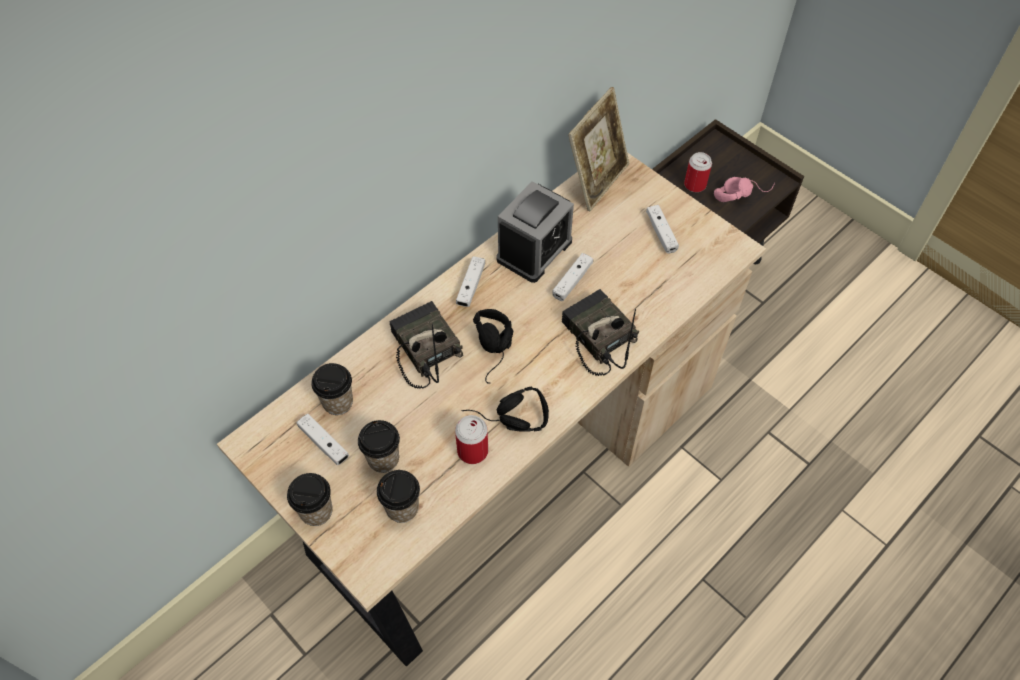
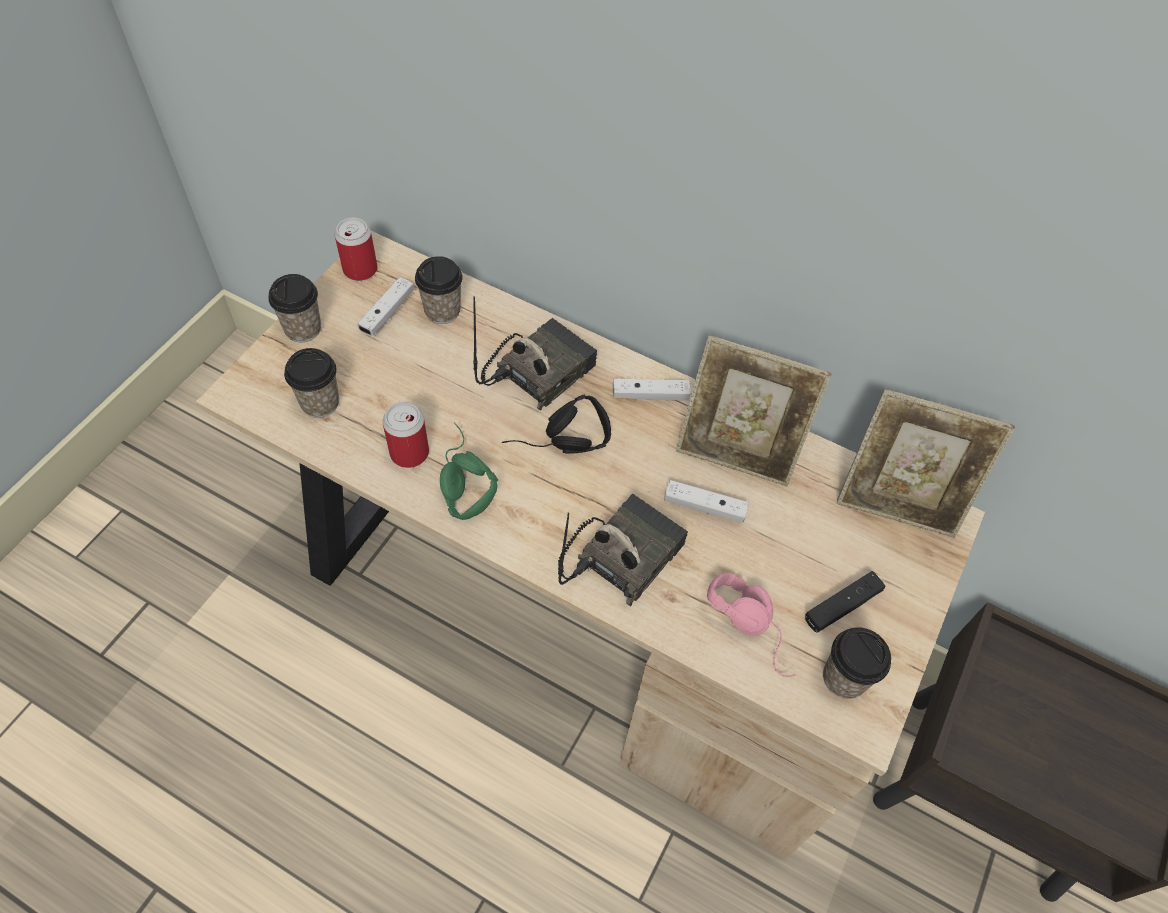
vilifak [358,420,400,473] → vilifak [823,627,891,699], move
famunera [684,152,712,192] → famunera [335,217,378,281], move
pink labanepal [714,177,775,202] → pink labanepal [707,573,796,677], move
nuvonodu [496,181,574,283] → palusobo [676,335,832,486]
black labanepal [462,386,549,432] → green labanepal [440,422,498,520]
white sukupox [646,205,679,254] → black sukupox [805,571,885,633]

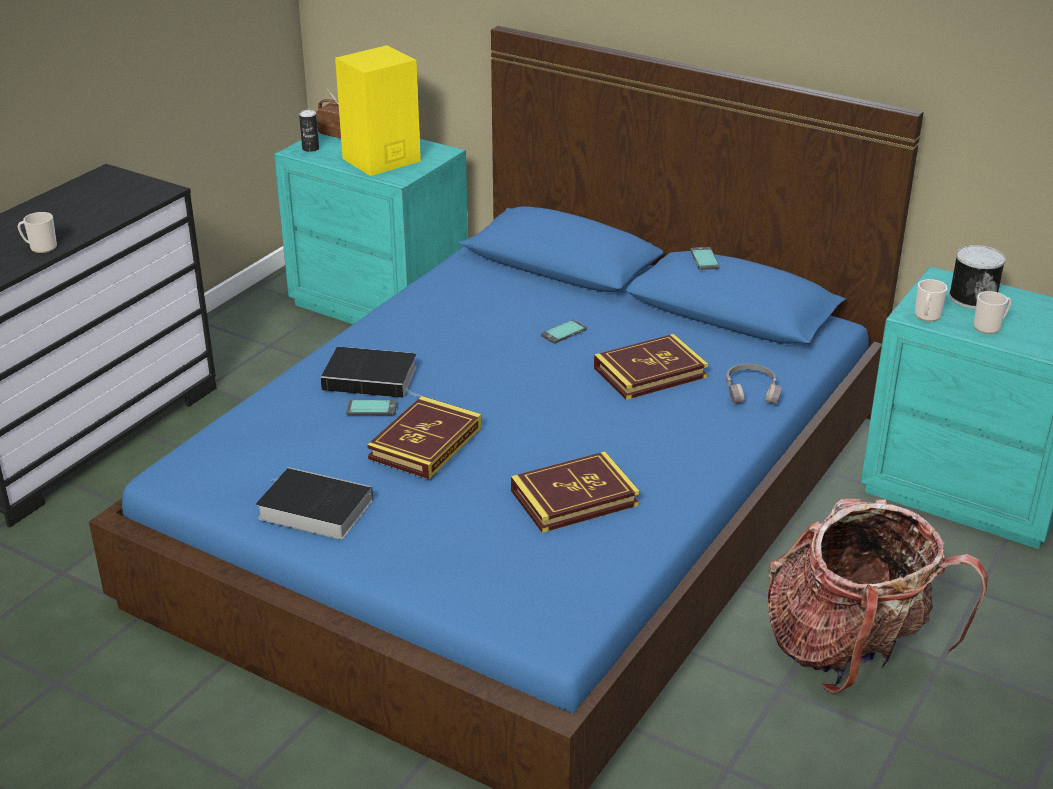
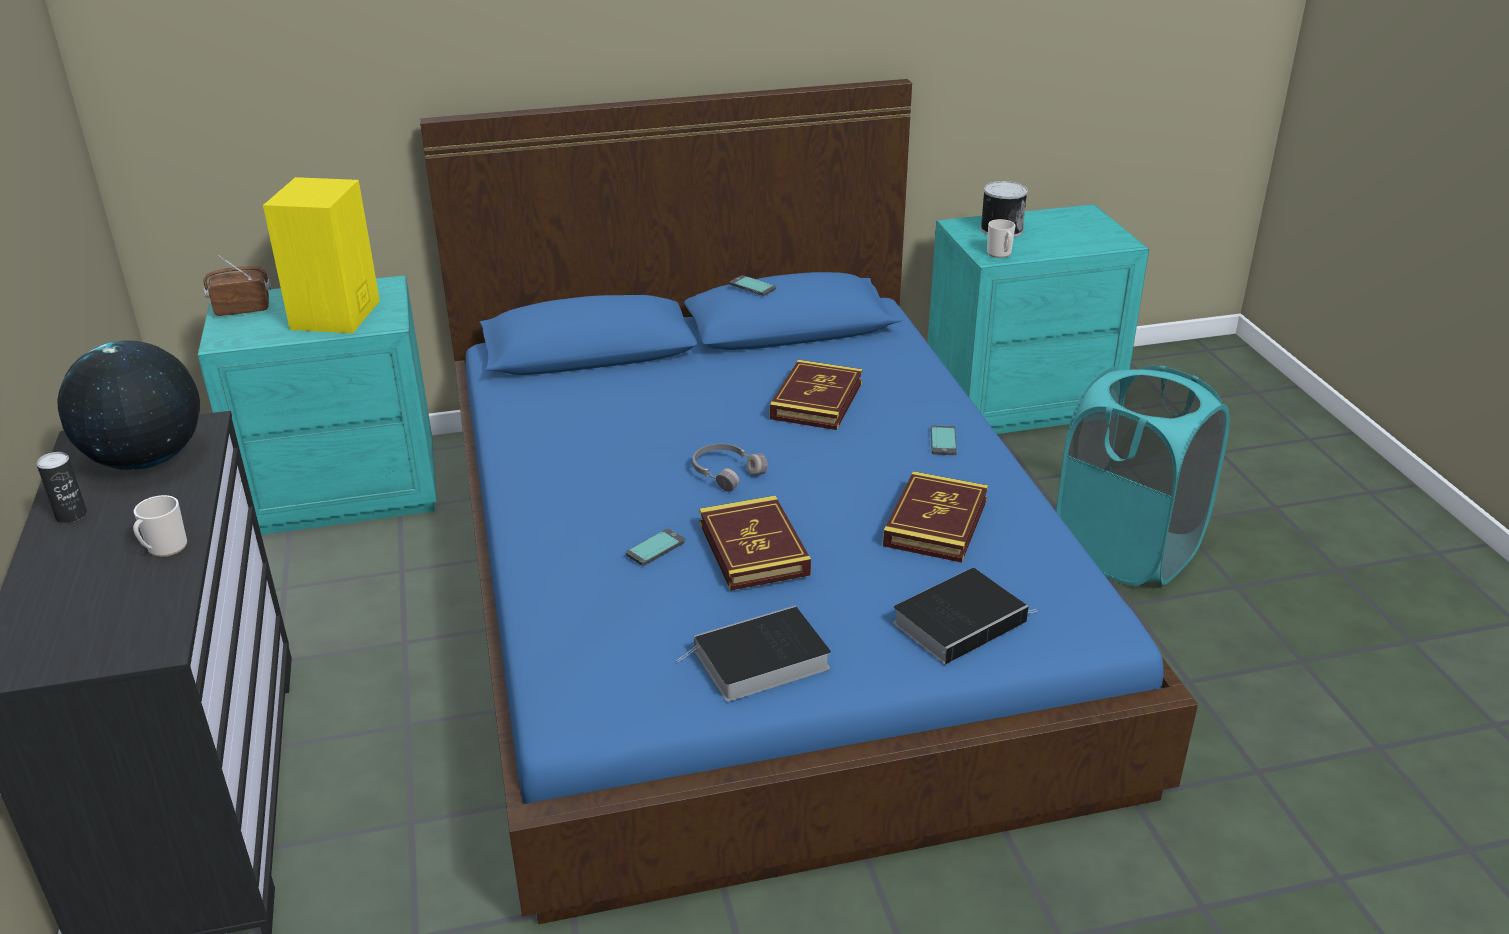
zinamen [974,291,1011,334] → -
- → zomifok [58,340,200,470]
famunera [299,110,319,152] → famunera [37,452,87,523], move
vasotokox [321,347,421,398] → vasotokox [893,568,1037,665], move
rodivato [541,320,587,344] → rodivato [931,425,957,455], move
grey labanepal [726,364,782,404] → grey labanepal [692,443,768,492], move
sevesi [767,498,988,694] → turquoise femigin [1056,366,1229,586]

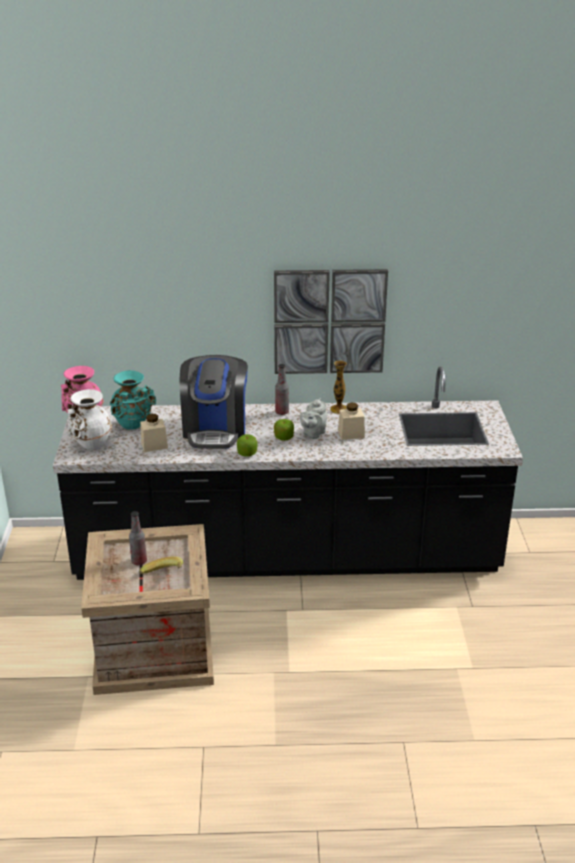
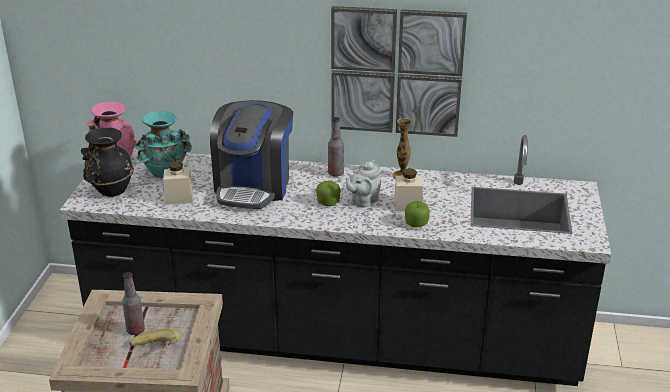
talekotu [237,434,257,457] → talekotu [405,201,430,228], move
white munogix [67,389,112,450] → black munogix [81,128,134,197]

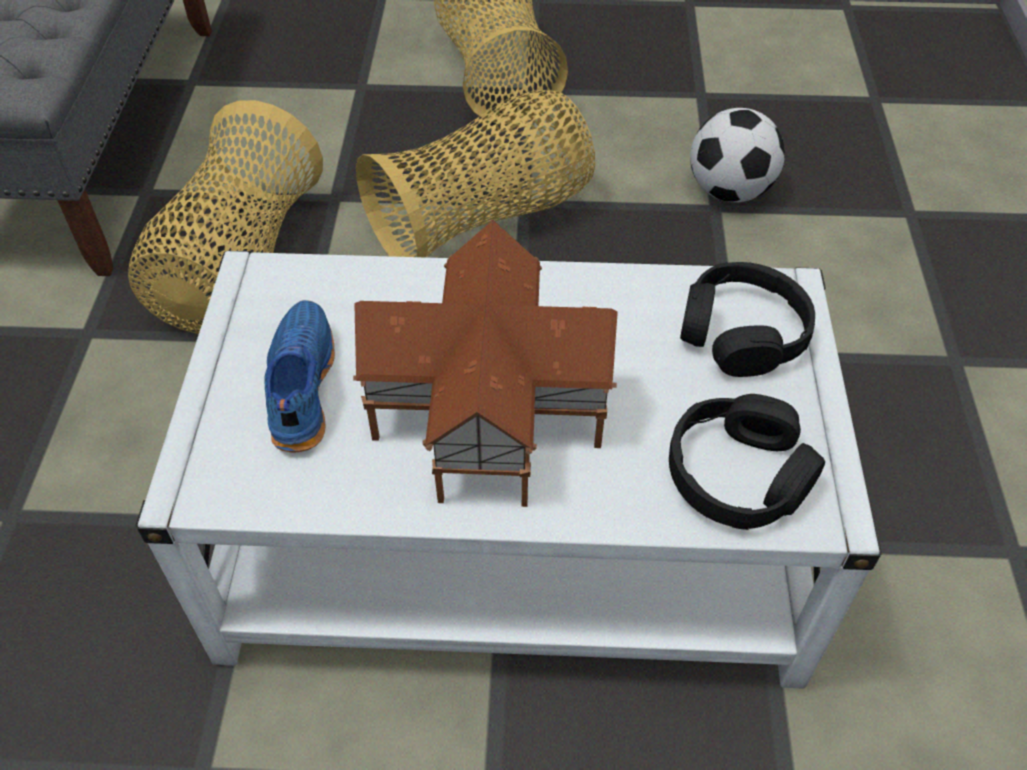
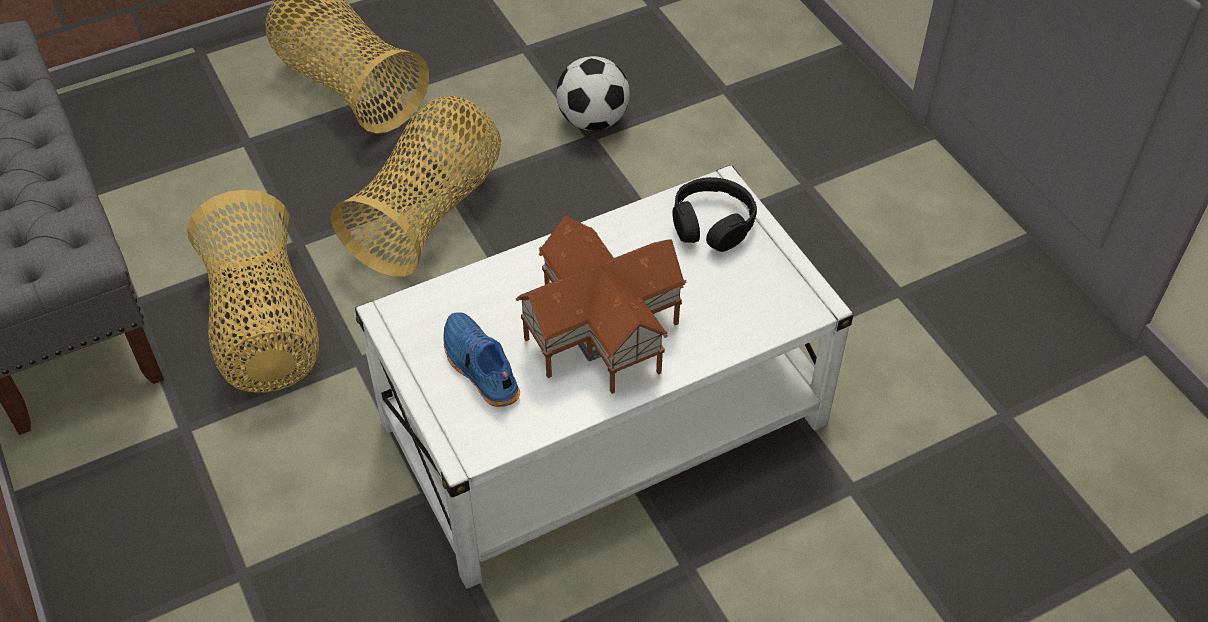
black labanepal [669,394,825,530] → -

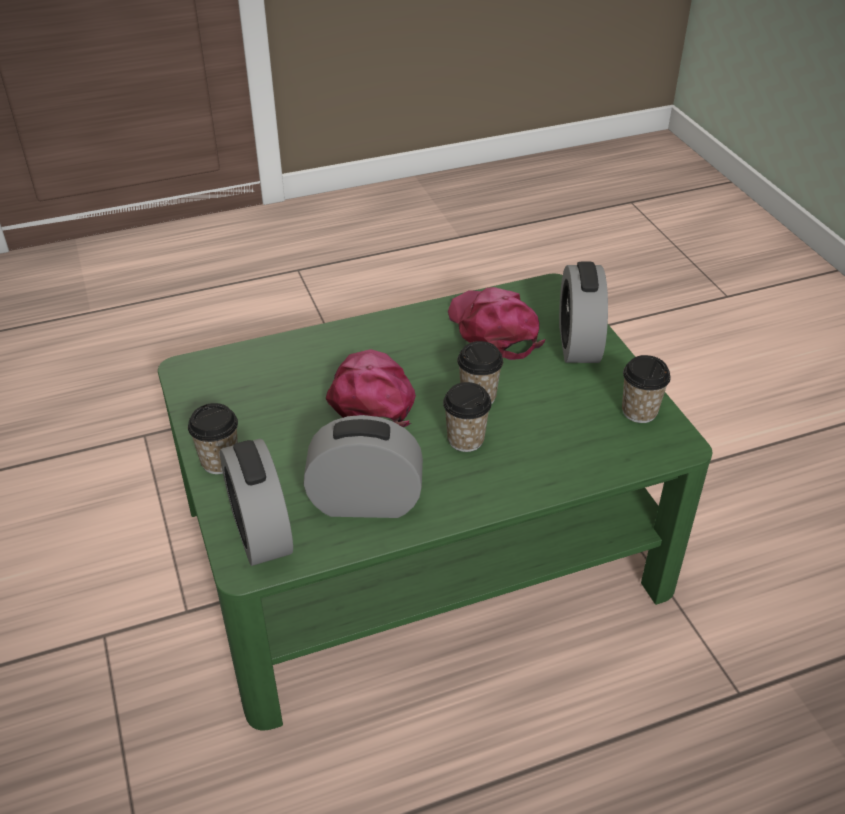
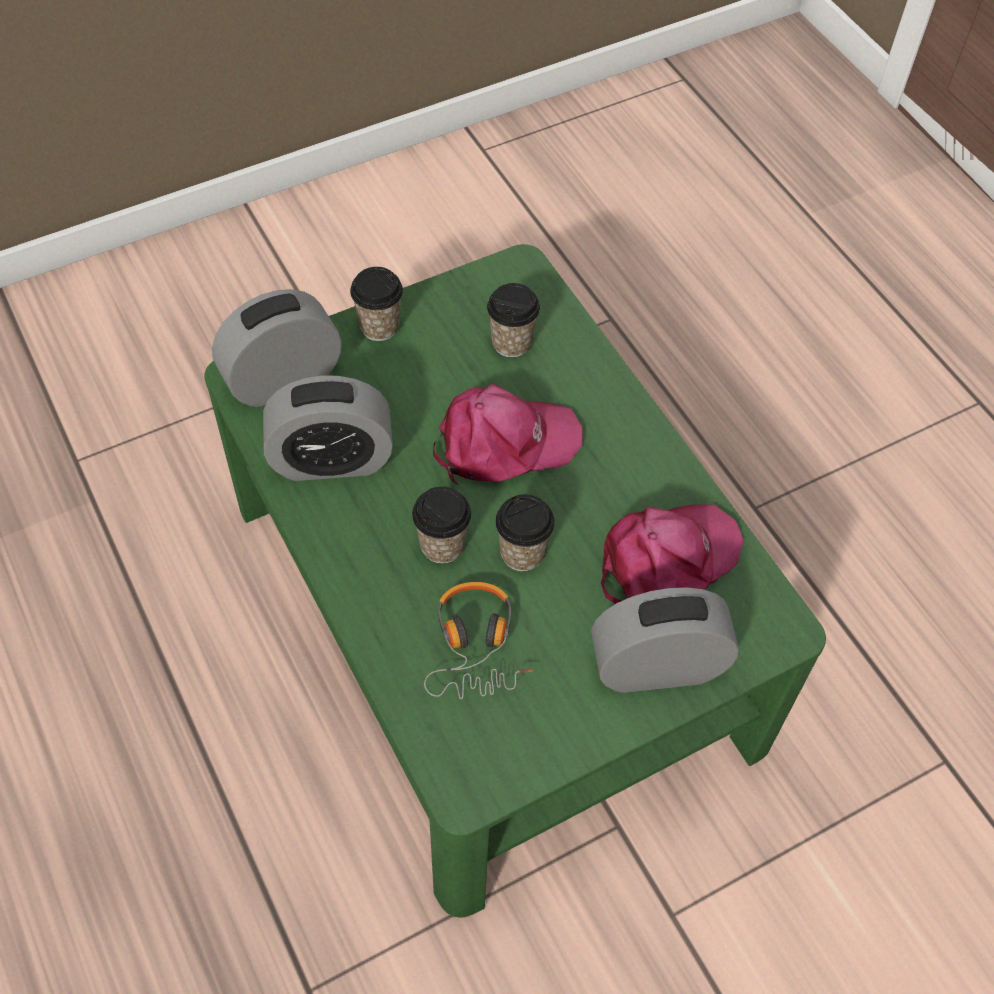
- → labanepal [424,582,533,699]
vilifak [622,355,671,423] → vilifak [487,283,540,357], move
nuvonodu [303,415,423,518] → nuvonodu [263,376,393,481], 90 degrees clockwise

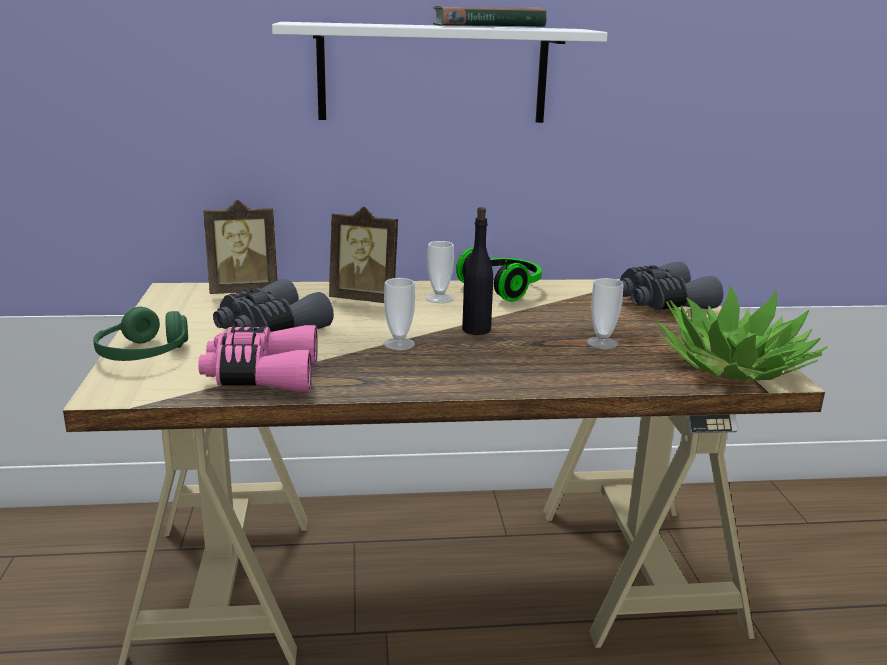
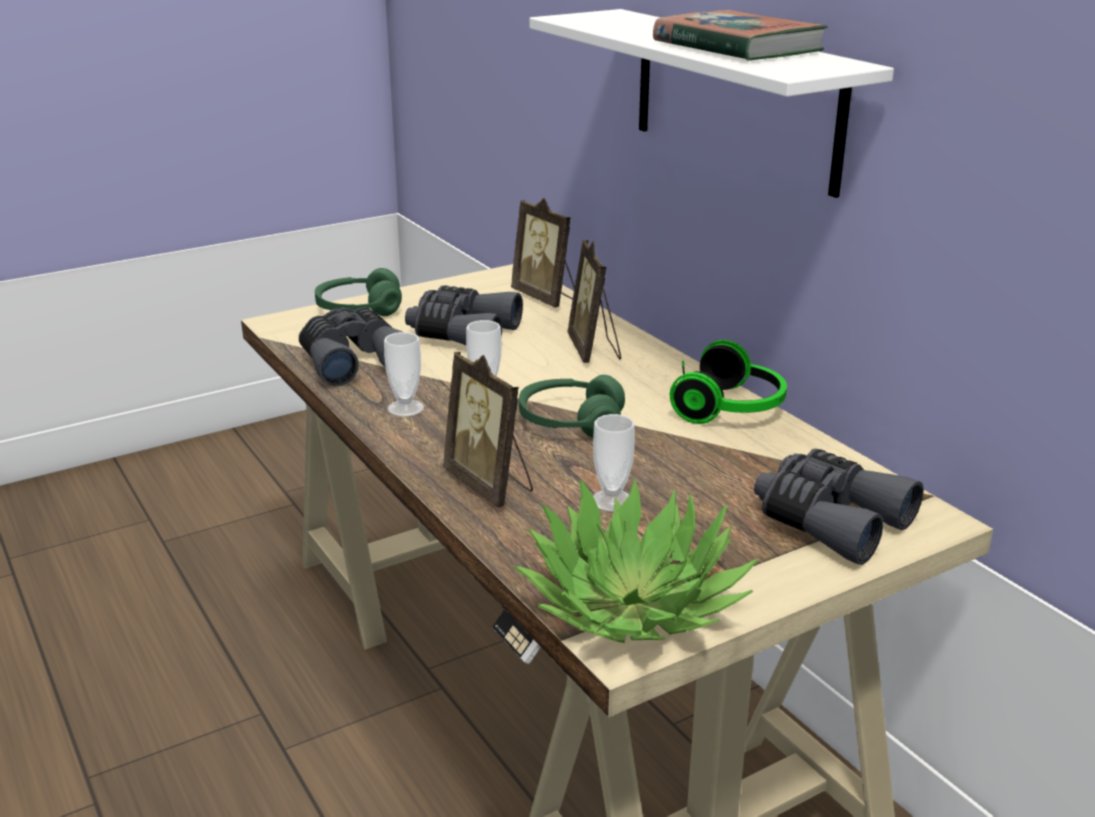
- → palusobo [443,352,533,508]
vilifak [426,241,454,303] → vilifak [384,332,424,417], move
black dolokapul [462,207,493,335] → green labanepal [519,375,625,437]
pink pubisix [198,325,318,392] → grey pubisix [299,307,402,387]

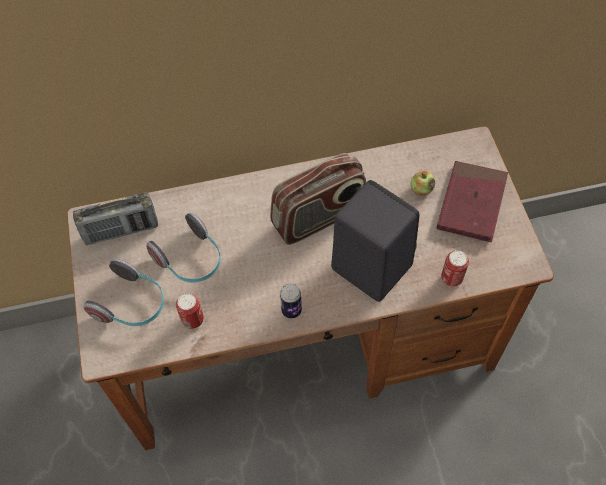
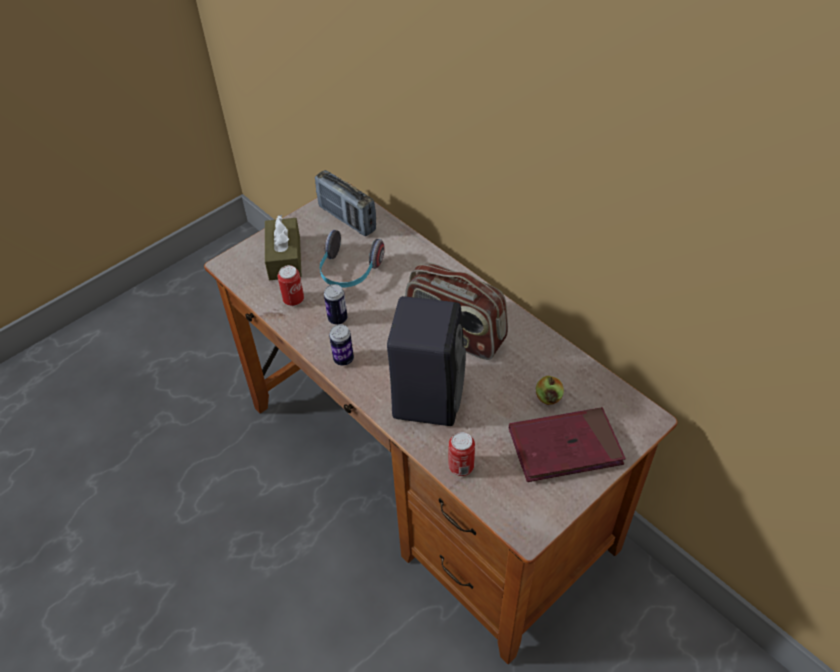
- → famunera [324,284,347,325]
labanepal [83,259,164,326] → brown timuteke [265,215,302,280]

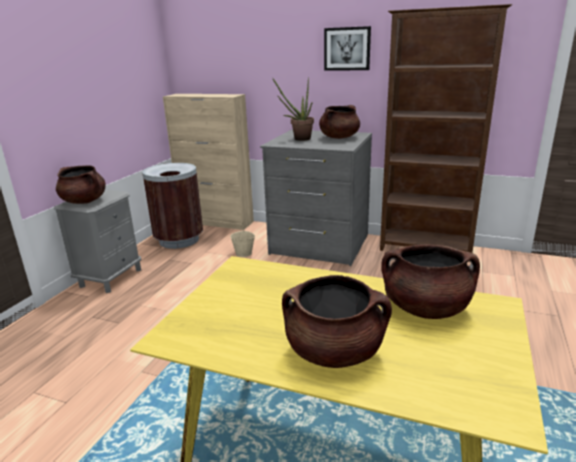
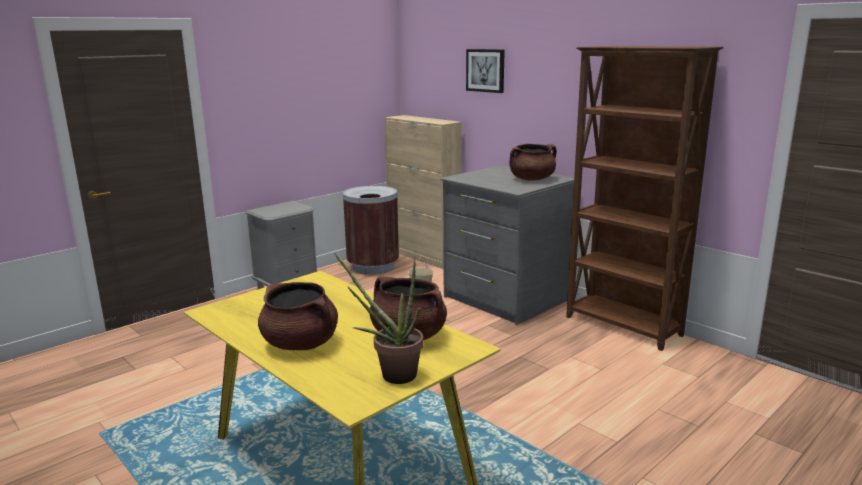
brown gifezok [56,165,106,204] → -
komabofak [273,77,314,141] → komabofak [334,253,423,384], move
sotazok [324,26,371,71] → sotazok [466,49,505,93], move

